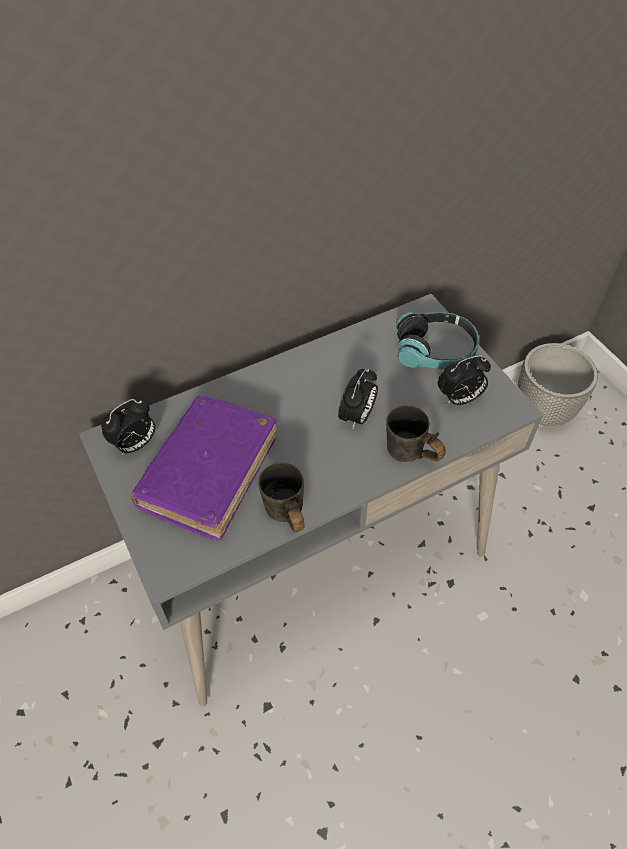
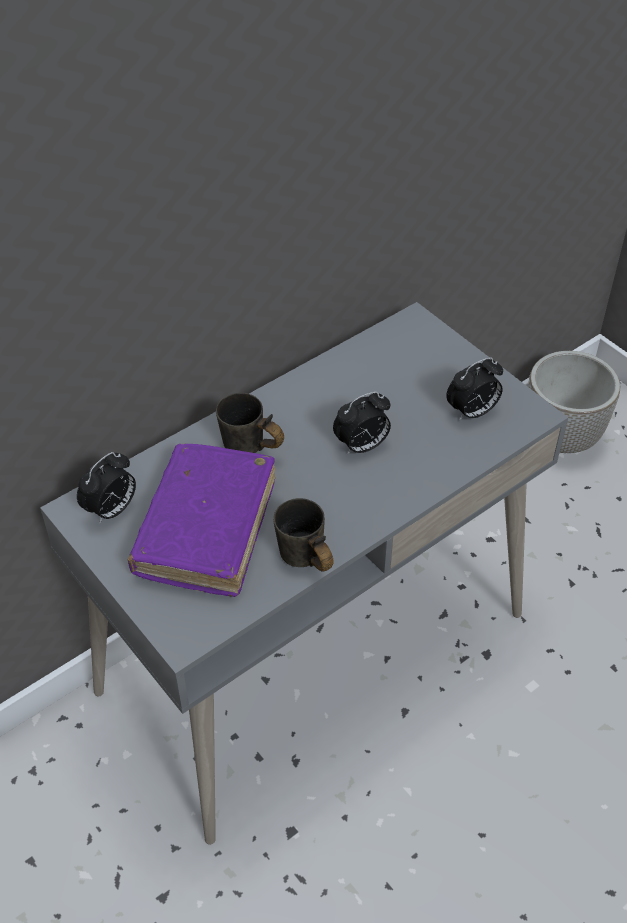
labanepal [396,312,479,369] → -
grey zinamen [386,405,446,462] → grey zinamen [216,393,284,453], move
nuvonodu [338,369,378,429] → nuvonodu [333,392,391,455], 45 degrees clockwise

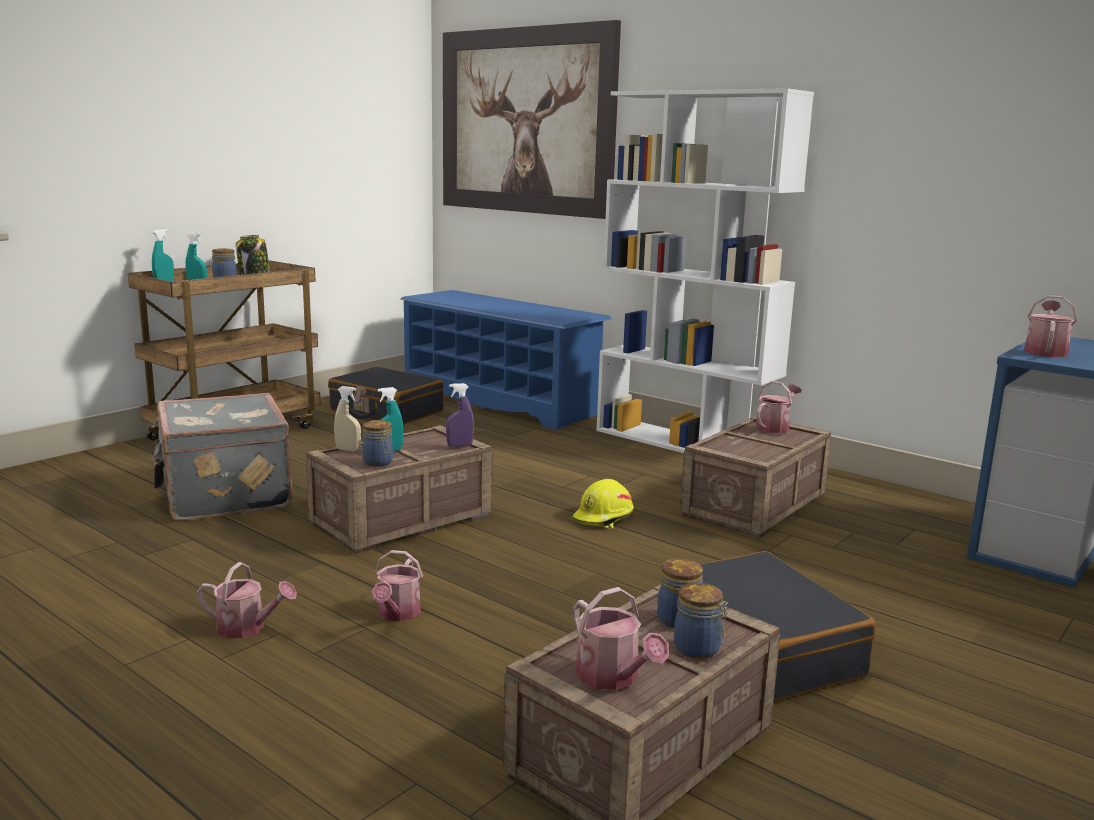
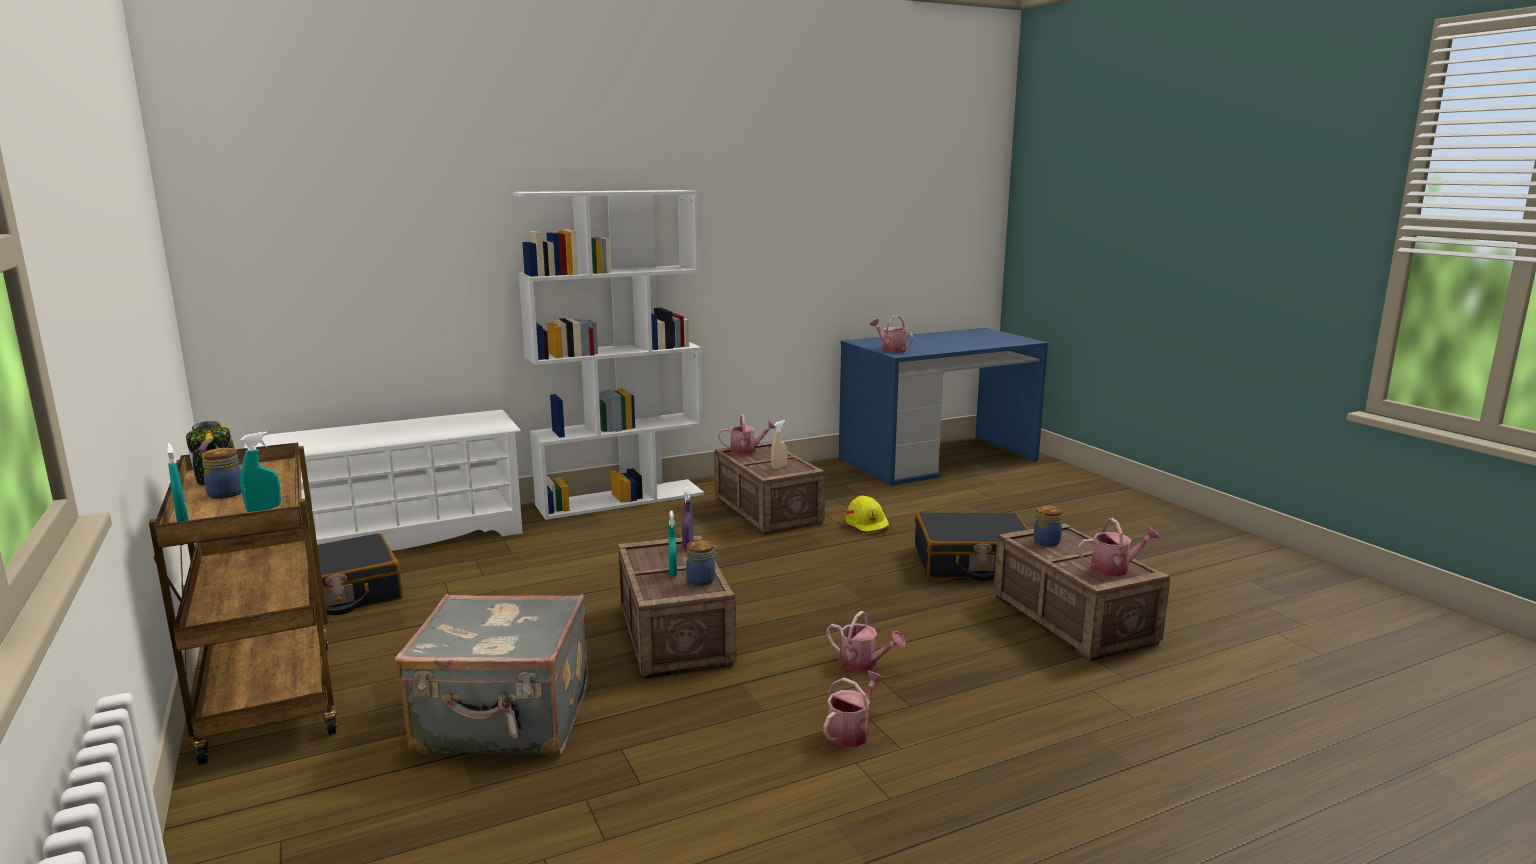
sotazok [443,20,621,219] → -
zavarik [674,583,728,659] → -
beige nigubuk [334,386,361,452] → beige nigubuk [771,420,787,469], move
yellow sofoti [572,479,634,529] → yellow sofoti [845,496,890,534], move
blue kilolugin [400,290,611,430] → white kilolugin [244,410,523,551]
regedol [756,381,802,433] → regedol [718,414,776,455], 105 degrees clockwise

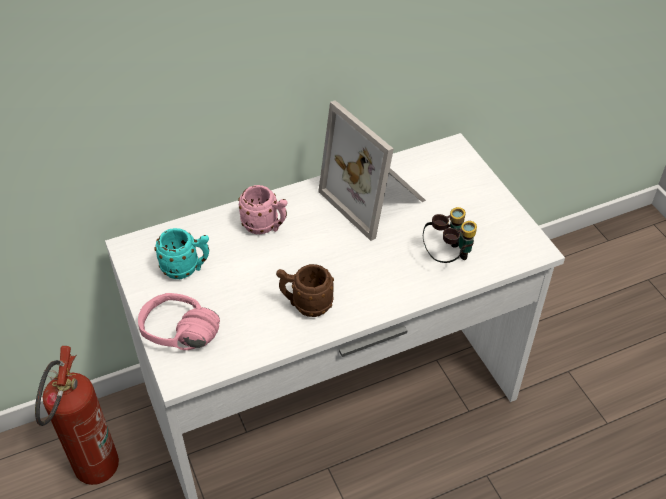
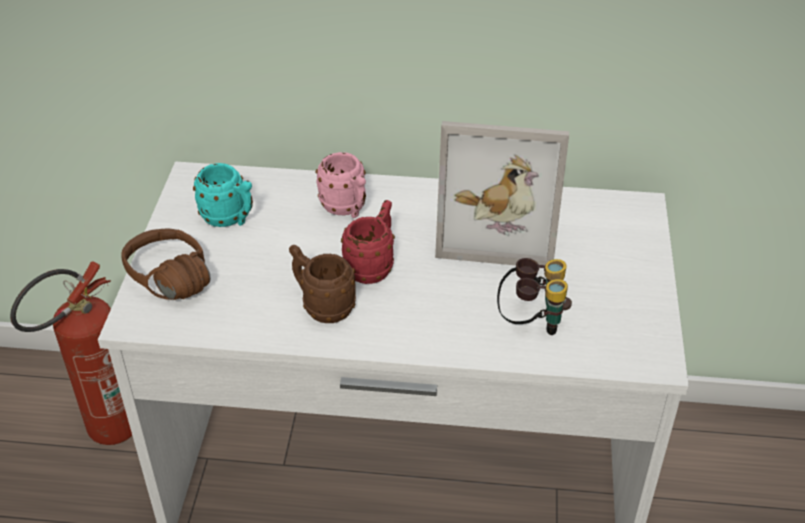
- → red zinamen [341,200,395,284]
pink labanepal [138,293,220,350] → brown labanepal [121,229,211,300]
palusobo [318,100,426,241] → palusobo [435,121,569,265], 75 degrees counterclockwise

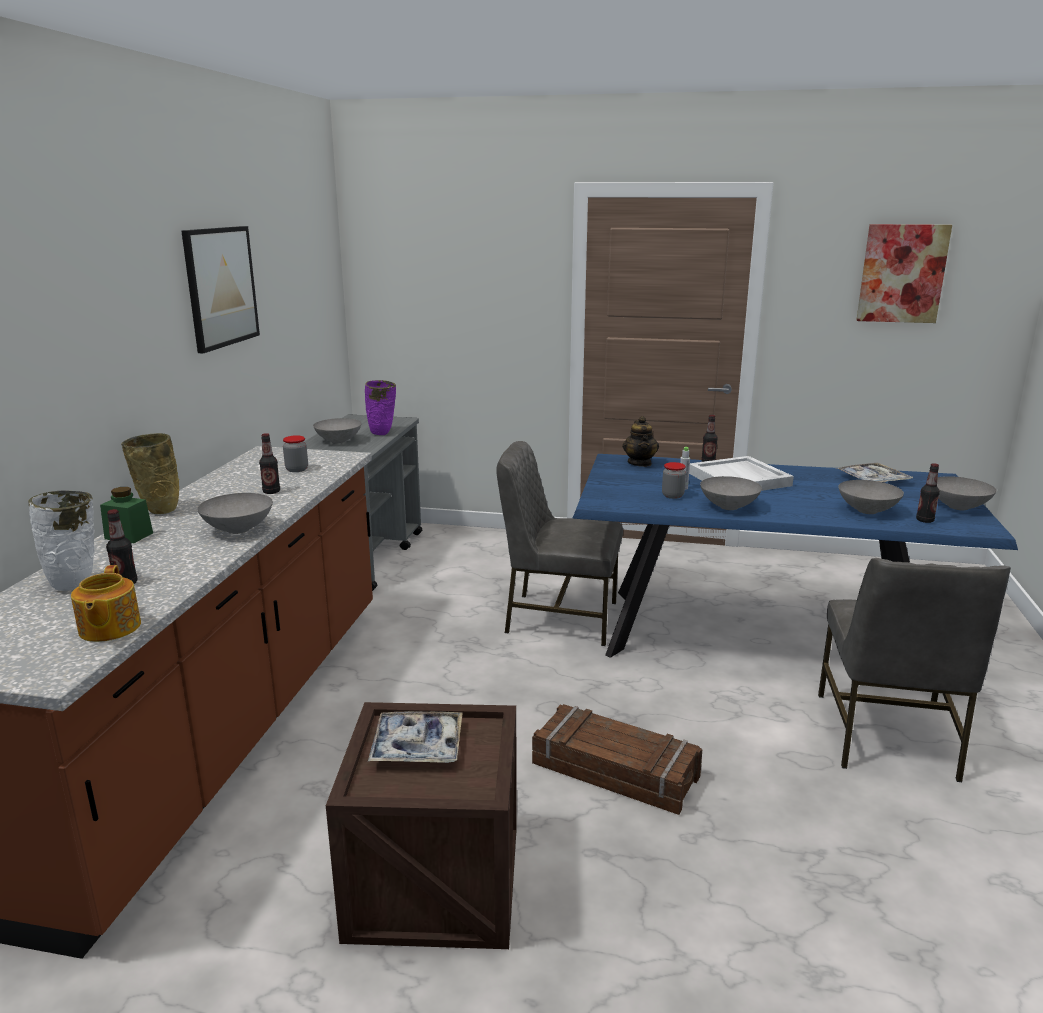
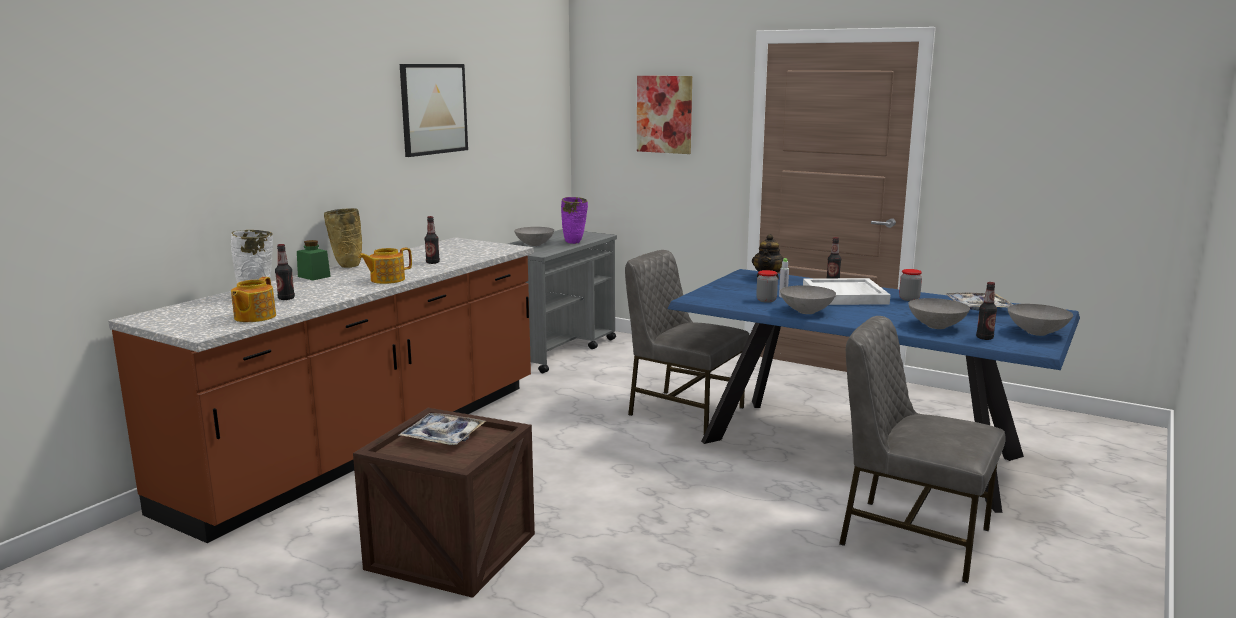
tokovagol [532,704,702,815] → -
zavarik [283,435,308,472] → zavarik [899,269,922,301], move
sotazok [857,224,952,323] → sotazok [637,76,692,154], move
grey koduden [197,493,273,534] → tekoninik [358,248,412,284]
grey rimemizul [818,558,1011,782] → grey rimemizul [839,316,1006,583], 90 degrees clockwise

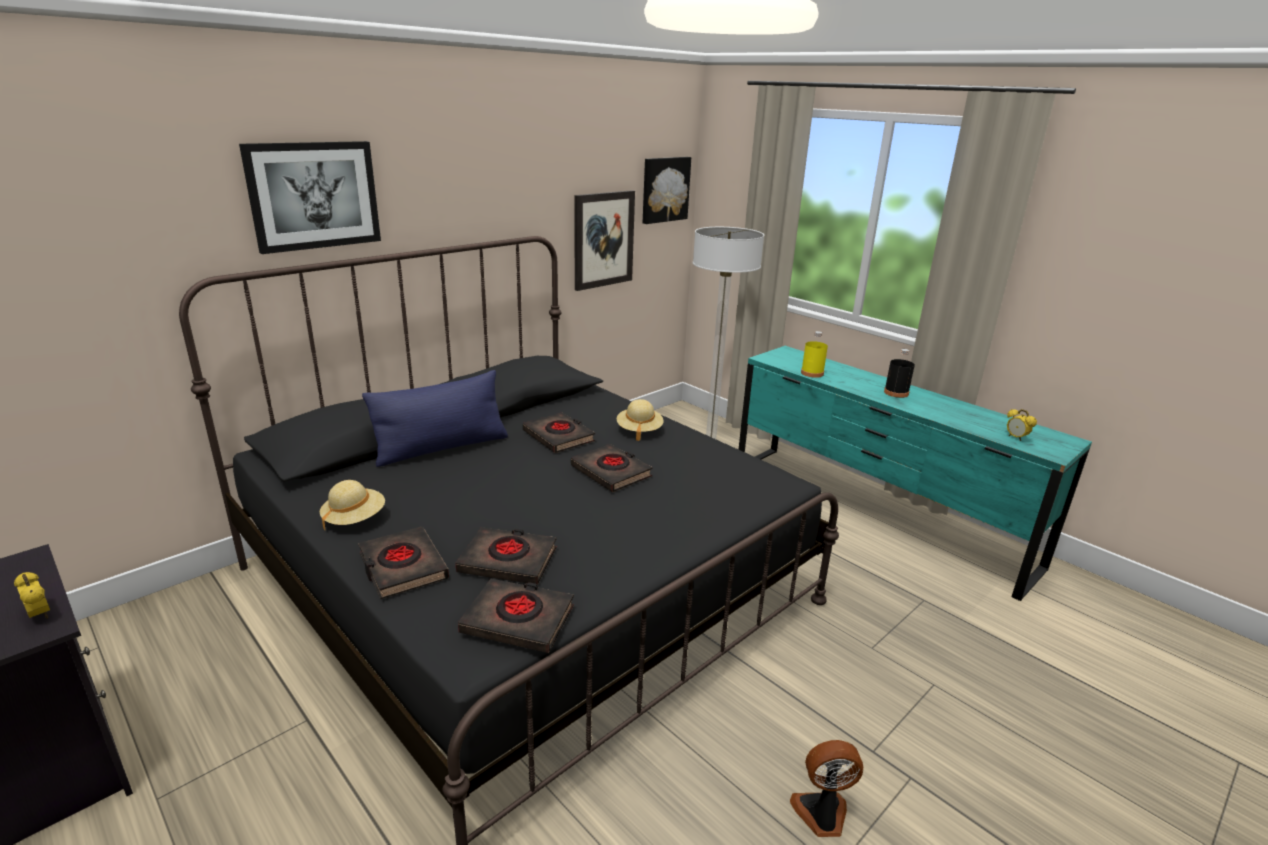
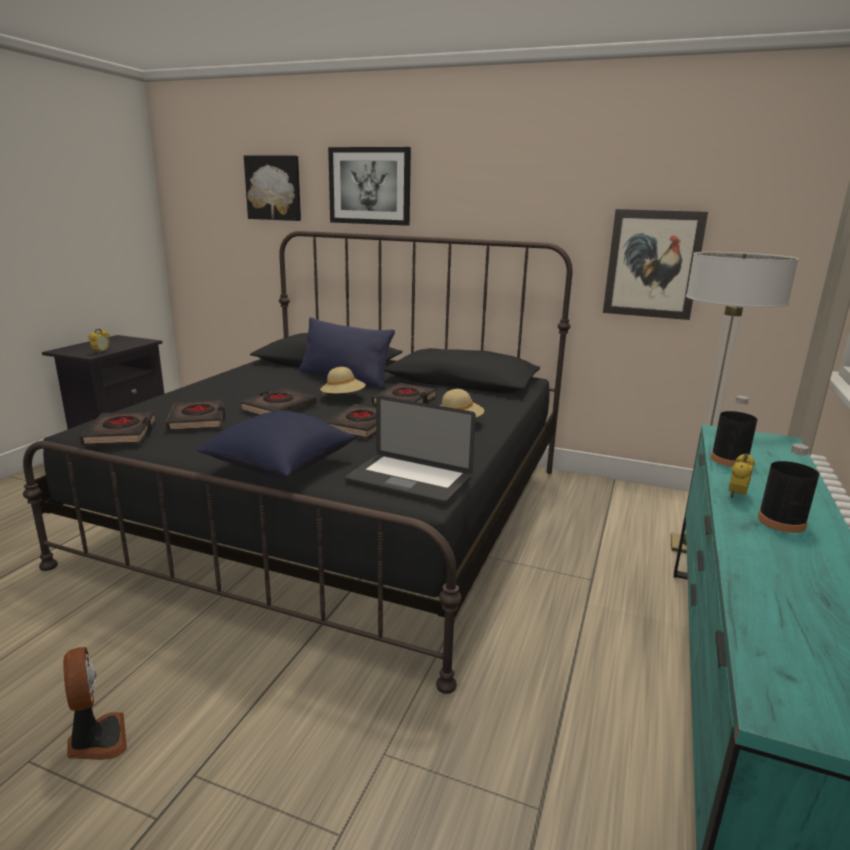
- → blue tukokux [196,411,356,479]
- → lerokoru [345,396,476,505]
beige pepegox [320,480,385,531] → beige pepegox [320,367,366,395], move
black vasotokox [358,527,449,599] → black vasotokox [240,388,317,415], move
sotazok [643,157,691,224] → sotazok [244,155,301,221], move
nuvonodu [1007,409,1037,441] → nuvonodu [729,453,755,498], move
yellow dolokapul [801,331,828,378] → black dolokapul [711,396,757,467]

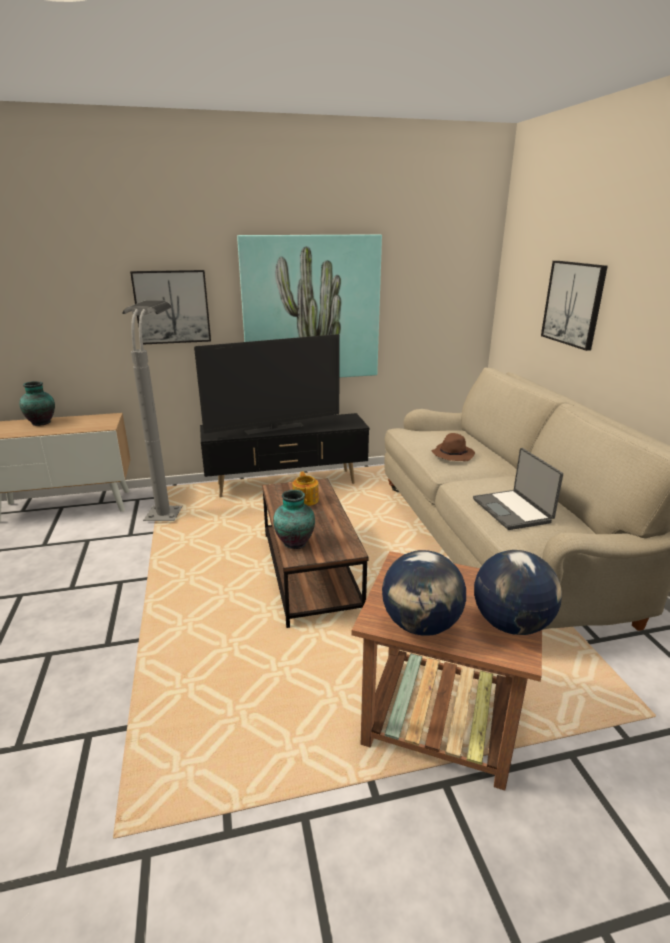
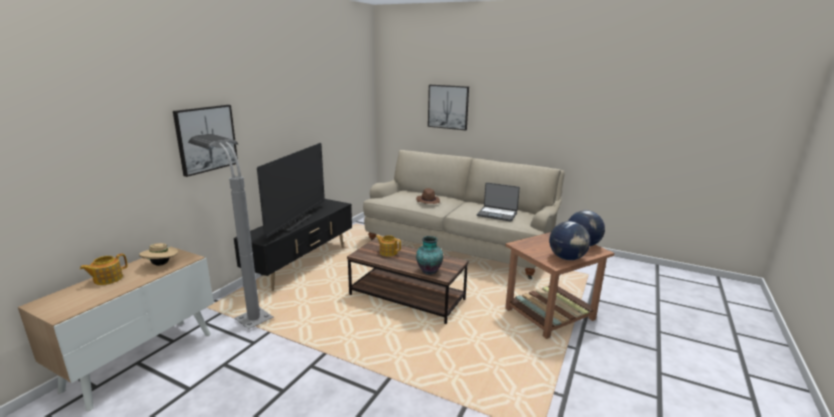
sotazok [237,235,382,378] → -
- → beige pepegox [139,243,178,266]
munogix [19,381,55,426] → tekoninik [80,254,128,285]

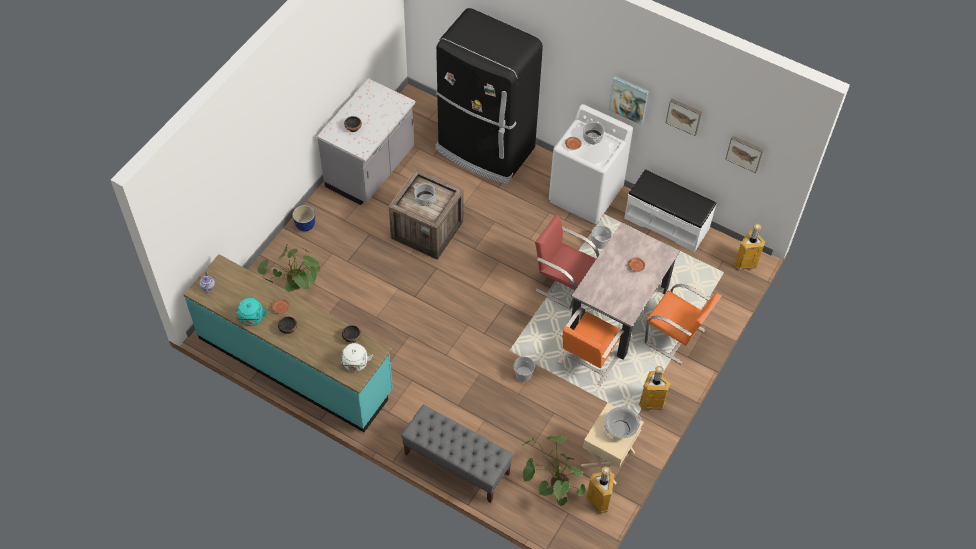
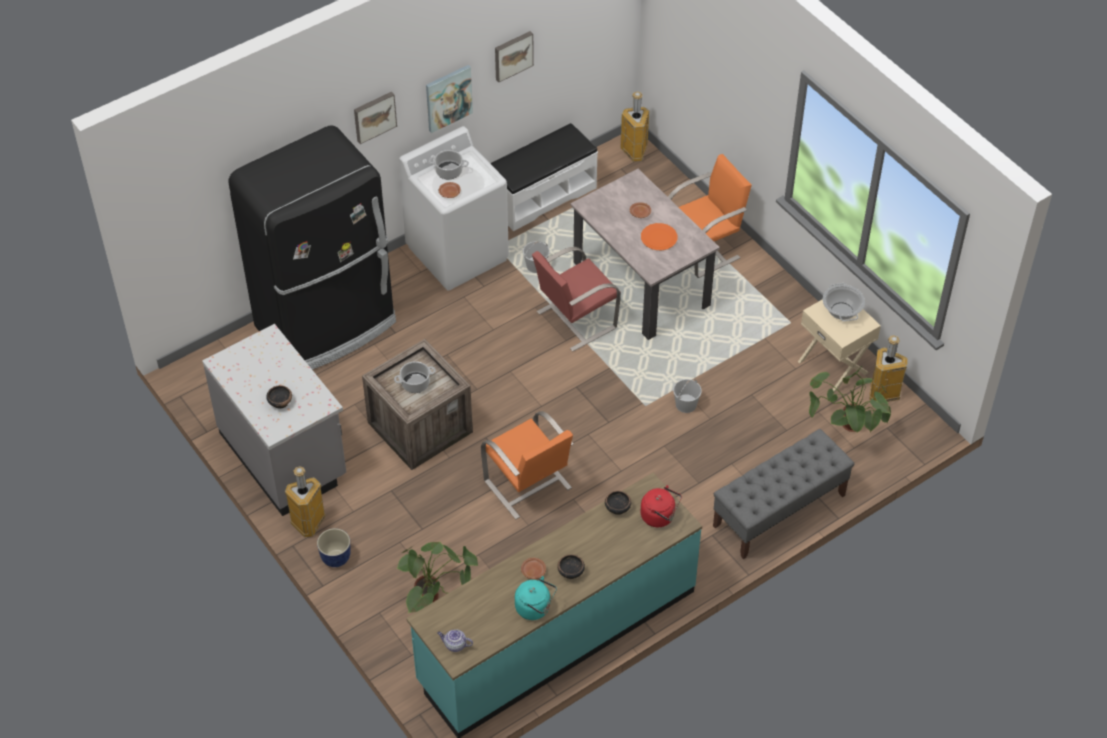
- → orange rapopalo [641,223,677,250]
orange rimemizul [557,307,624,386] → orange rimemizul [481,411,573,519], move
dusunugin [639,366,671,410] → dusunugin [285,466,326,537], move
sotazok [725,136,764,173] → sotazok [354,92,397,144], move
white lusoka [341,343,373,372] → red lusoka [641,485,682,527]

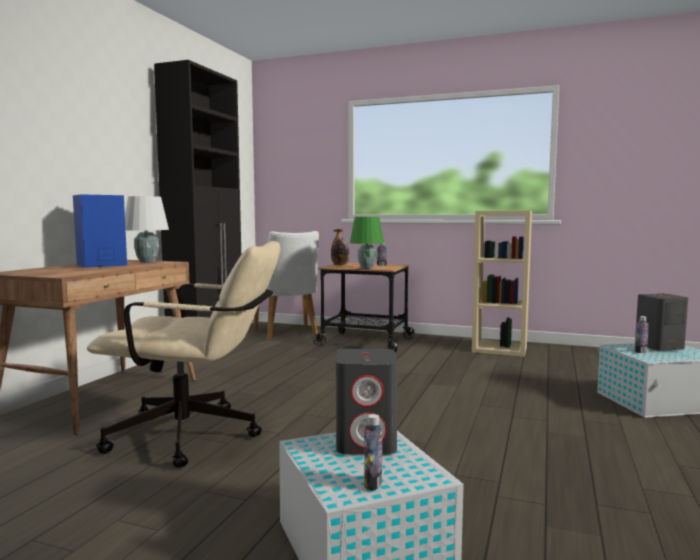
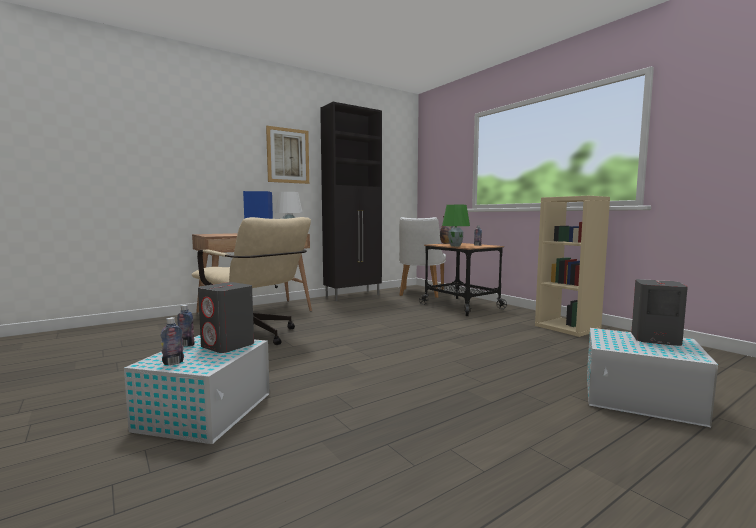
- → sotazok [266,126,309,184]
dolokapul [635,316,649,353] → dolokapul [177,305,194,346], move

